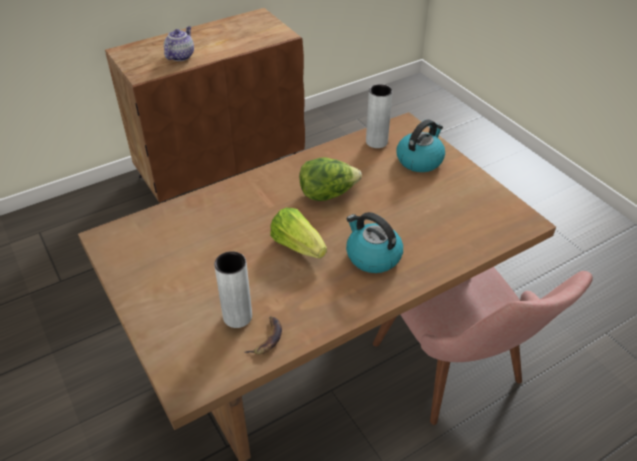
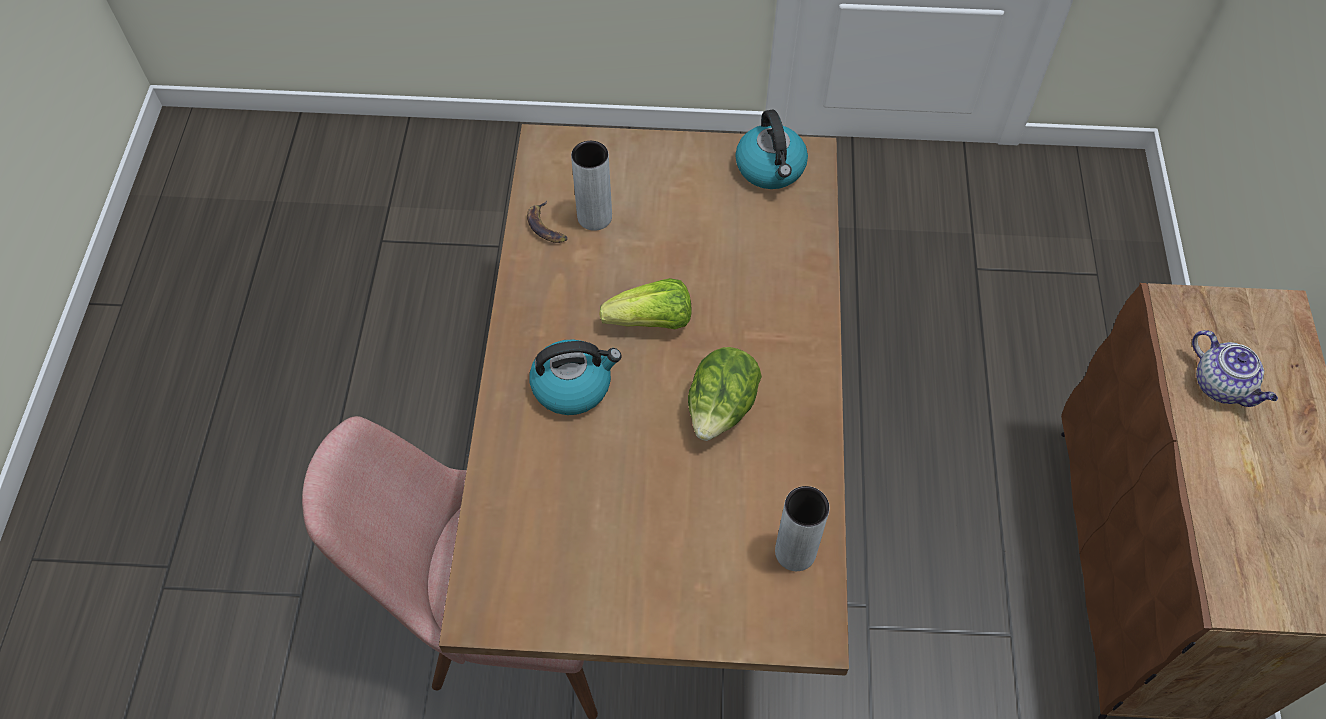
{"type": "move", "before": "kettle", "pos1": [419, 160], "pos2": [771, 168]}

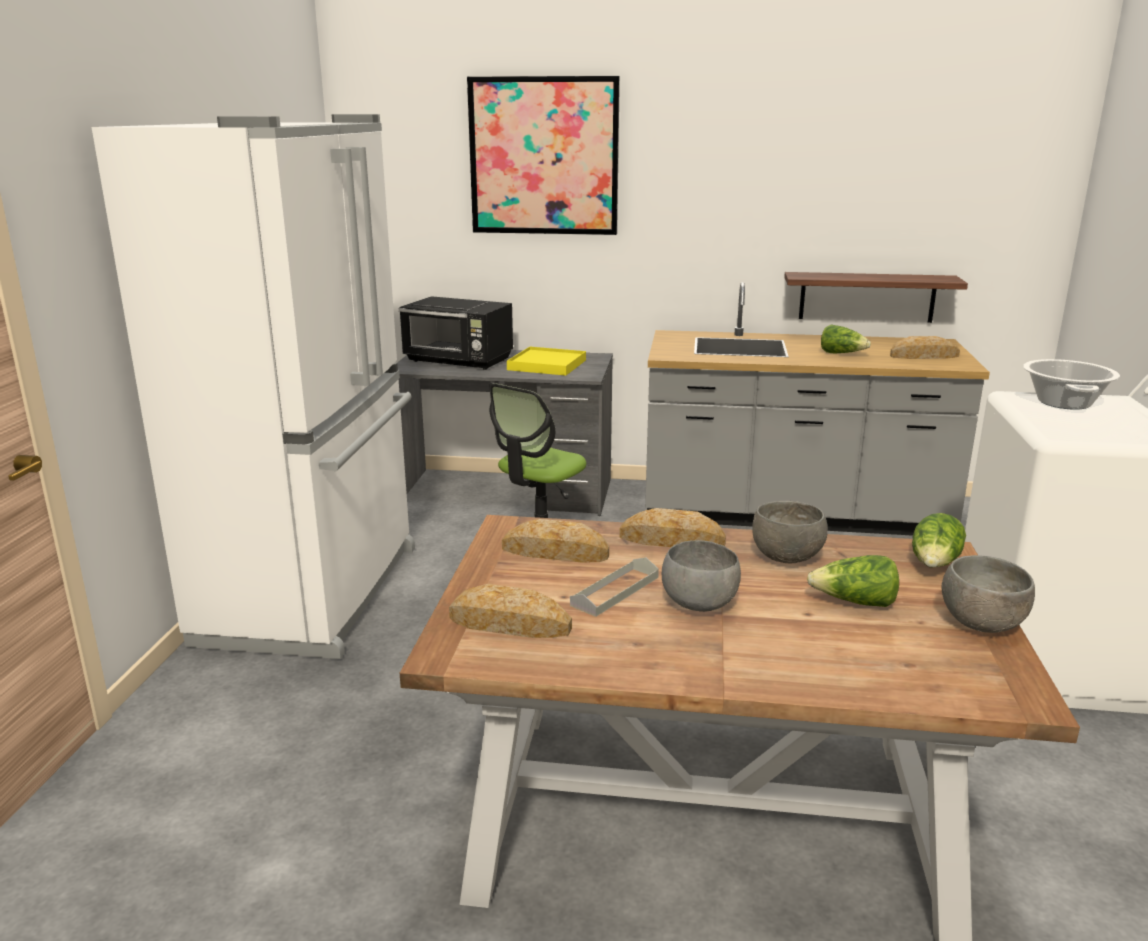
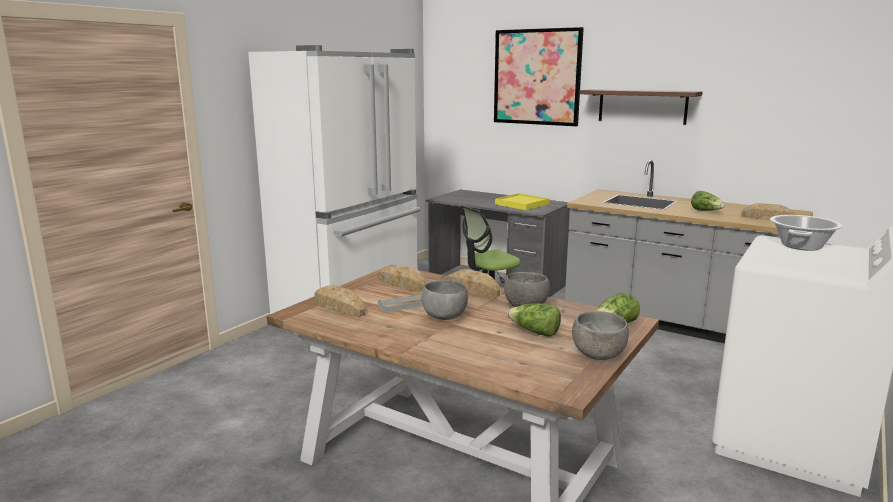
{"type": "delete", "before": "microwave (black)", "pos1": [459, 361]}
{"type": "move", "before": "shelf", "pos1": [867, 297], "pos2": [642, 106]}

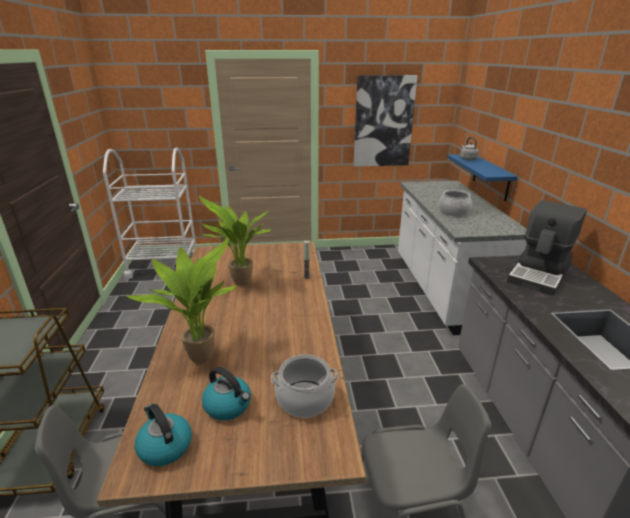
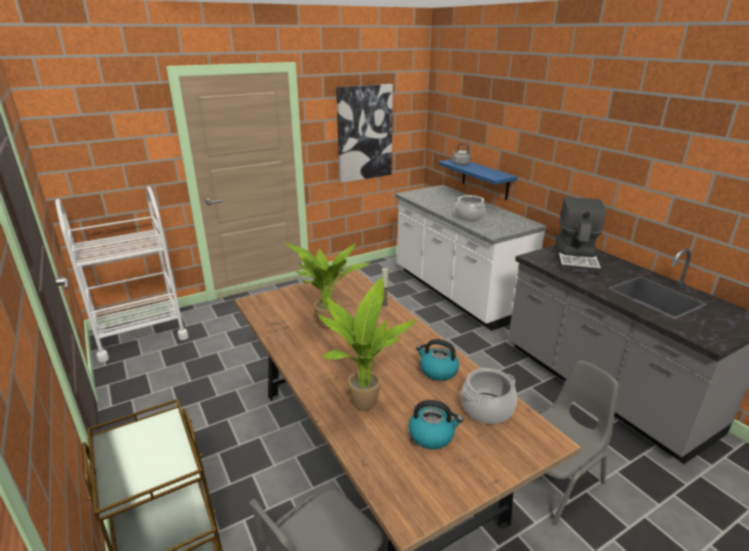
{"type": "move", "before": "kettle", "pos1": [164, 446], "pos2": [437, 371]}

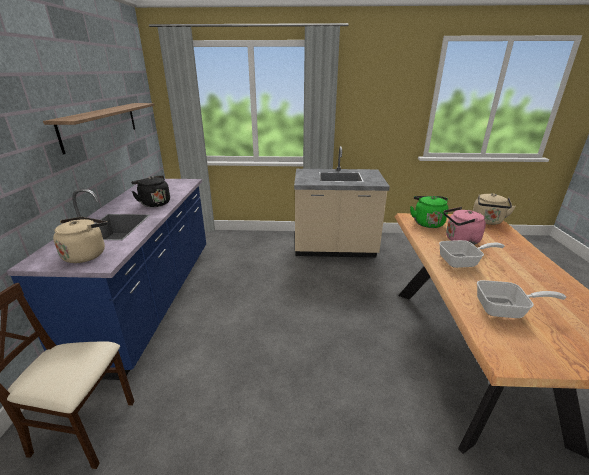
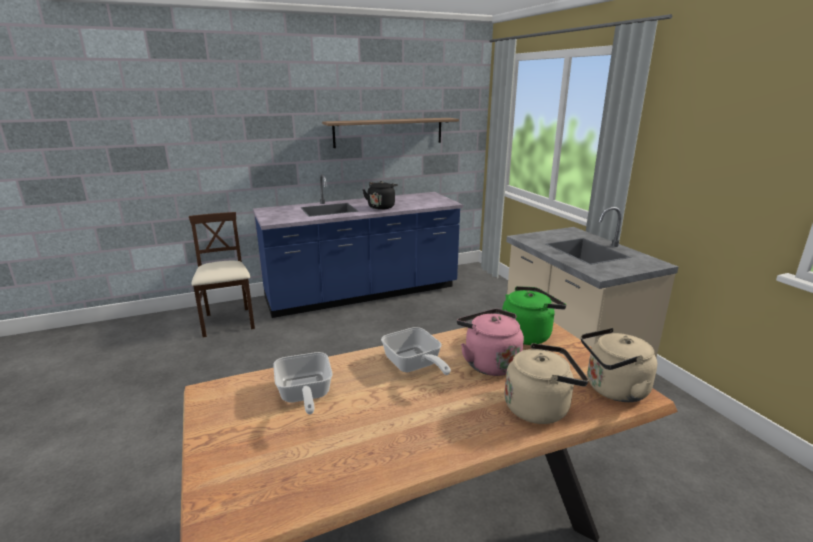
{"type": "move", "before": "kettle (beige)", "pos1": [86, 254], "pos2": [540, 407]}

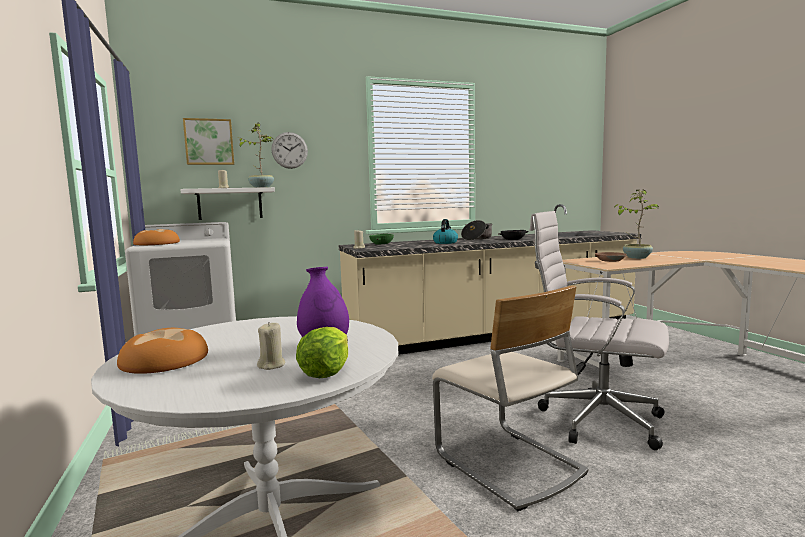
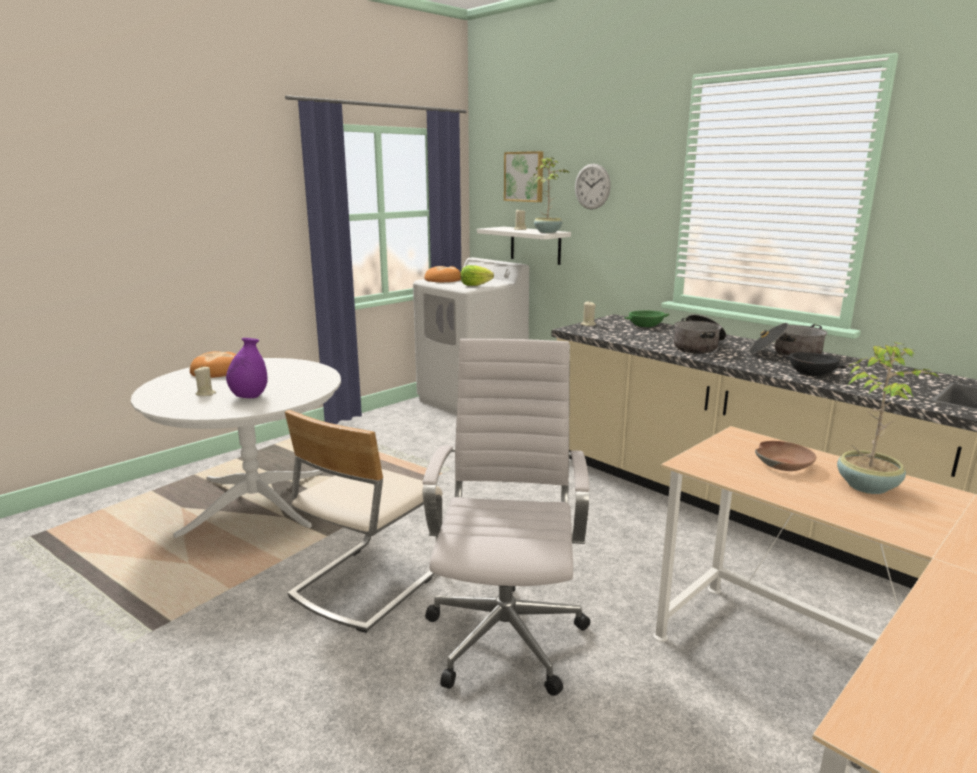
{"type": "move", "before": "lettuce", "pos1": [326, 372], "pos2": [475, 285]}
{"type": "replace", "before": "kettle", "after": "cooking pot", "pos1": [445, 242], "pos2": [698, 346]}

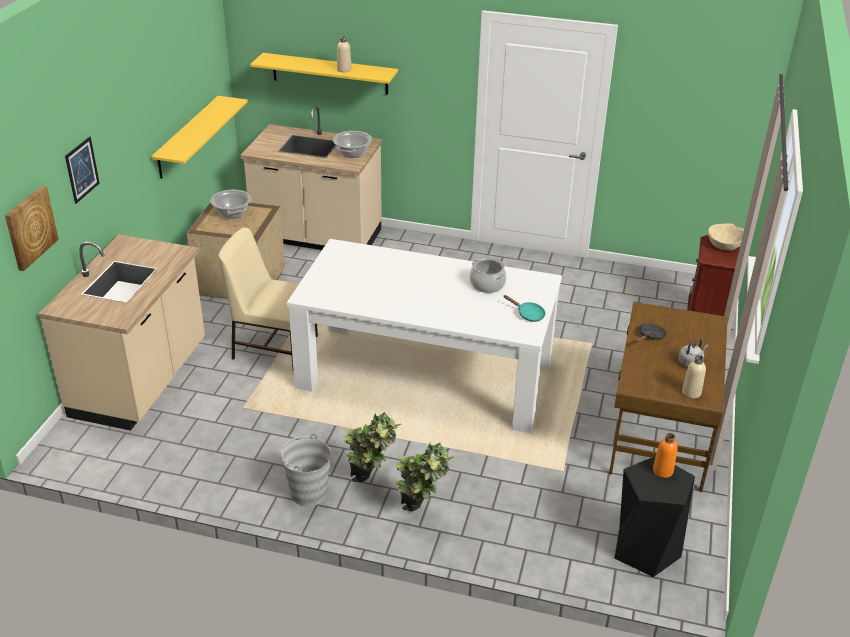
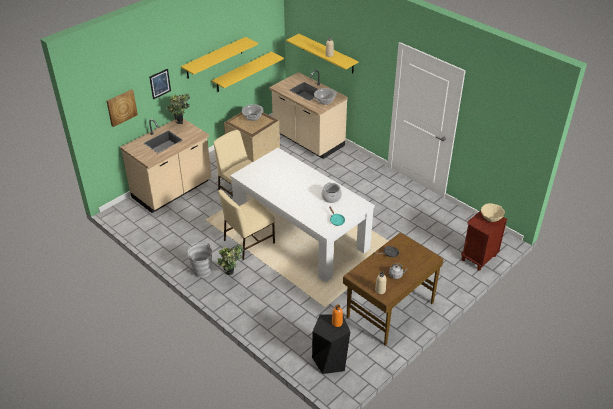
{"type": "insert", "after": "shelf (yellow)", "pos2": [214, 58]}
{"type": "insert", "after": "chair (beige)", "pos2": [248, 242]}
{"type": "move", "before": "potted plant", "pos1": [422, 516], "pos2": [181, 127]}

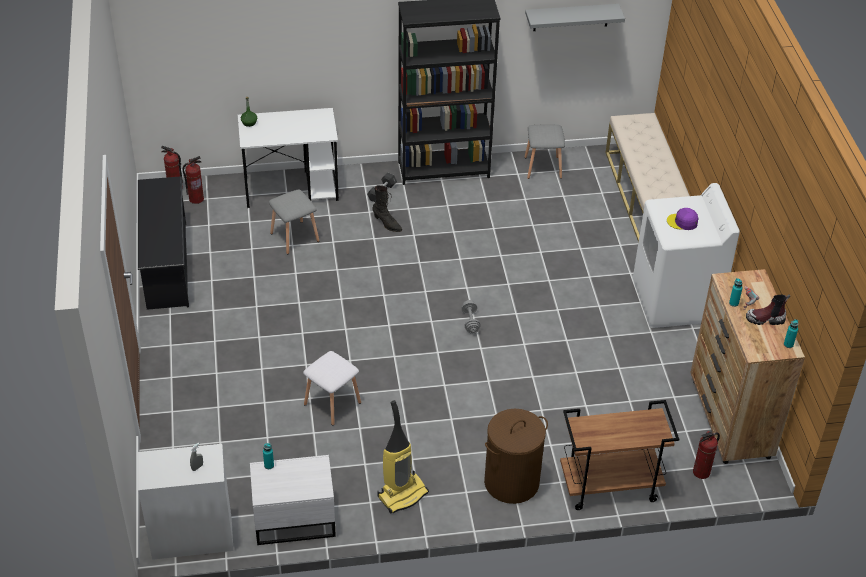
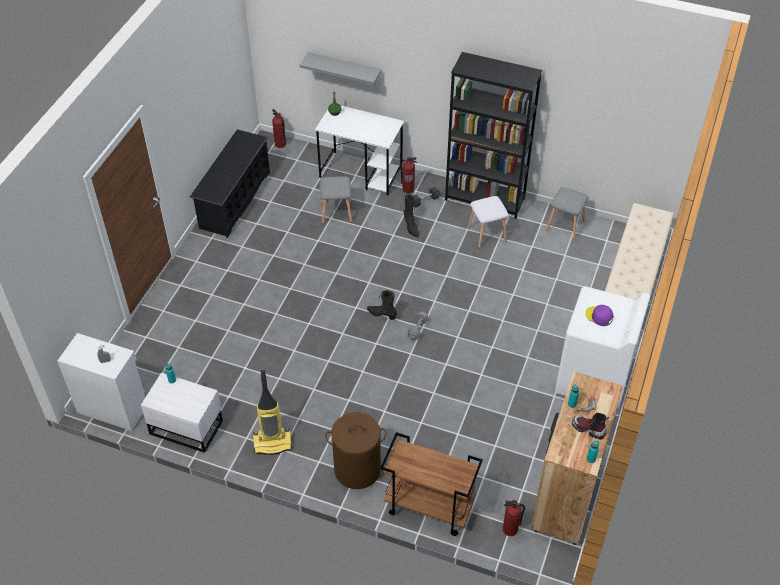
{"type": "insert", "after": "boot (black)", "pos2": [382, 314]}
{"type": "move", "before": "fire extinguisher", "pos1": [196, 199], "pos2": [408, 189]}
{"type": "move", "before": "stool (white)", "pos1": [331, 403], "pos2": [486, 234]}
{"type": "move", "before": "shelf (grey)", "pos1": [571, 17], "pos2": [344, 69]}

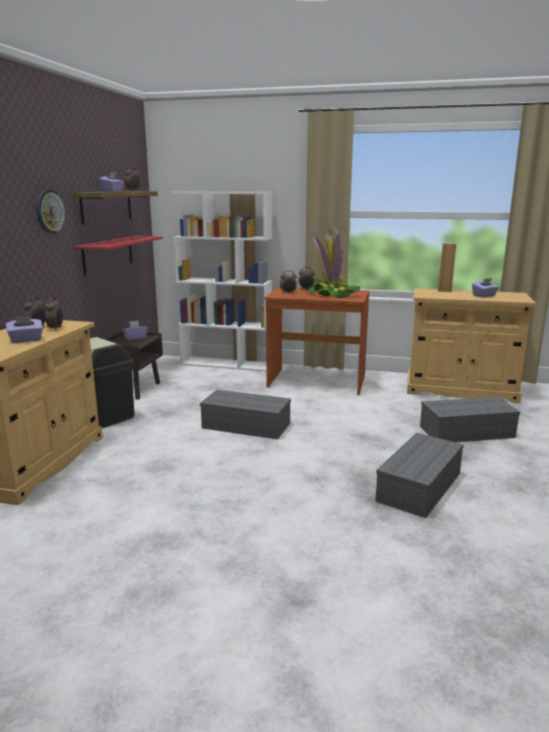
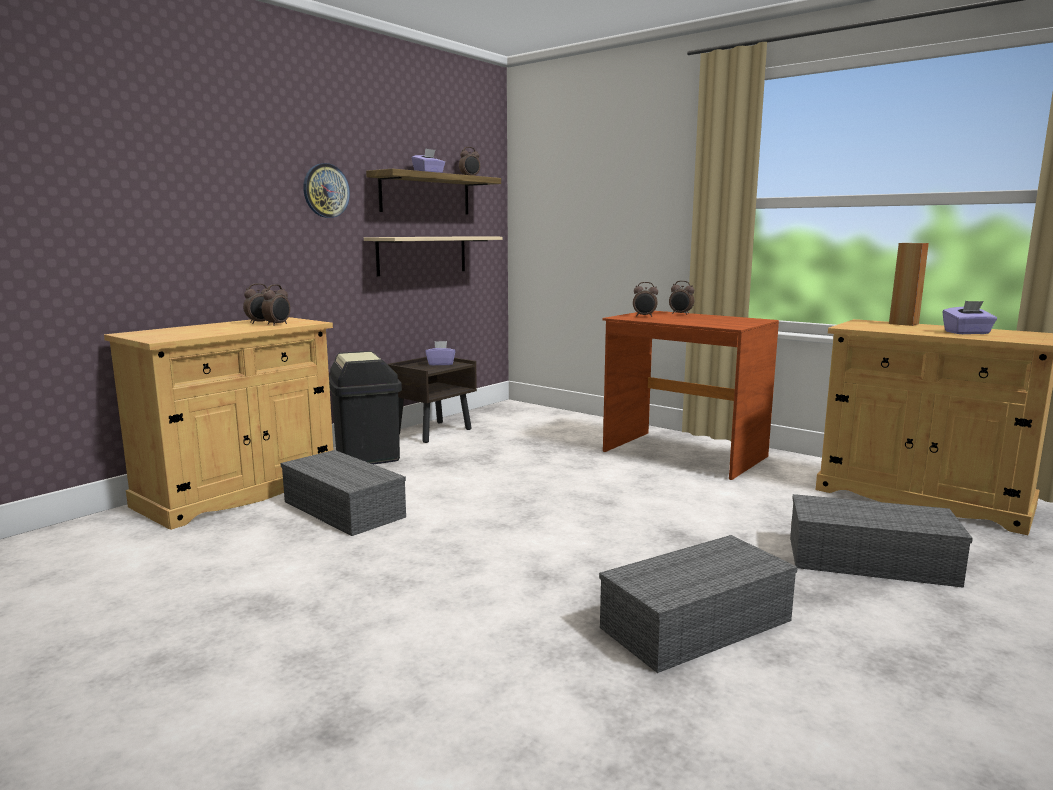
{"type": "delete", "before": "tissue box (purple)", "pos1": [26, 340]}
{"type": "delete", "before": "bookcase (white)", "pos1": [227, 364]}
{"type": "delete", "before": "potted plant", "pos1": [331, 294]}
{"type": "move", "before": "storage box (grey)", "pos1": [247, 425], "pos2": [346, 509]}
{"type": "recolor", "before": "shelf (red)", "after": "shelf (beige)", "pos1": [108, 254], "pos2": [422, 255]}

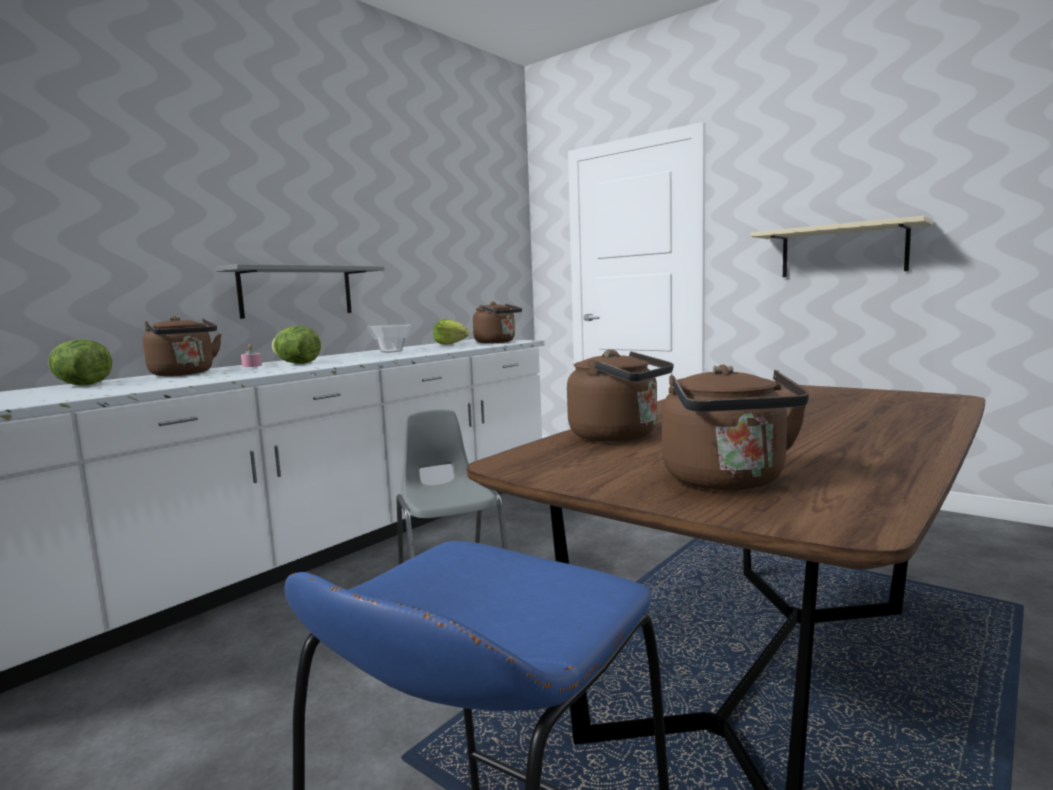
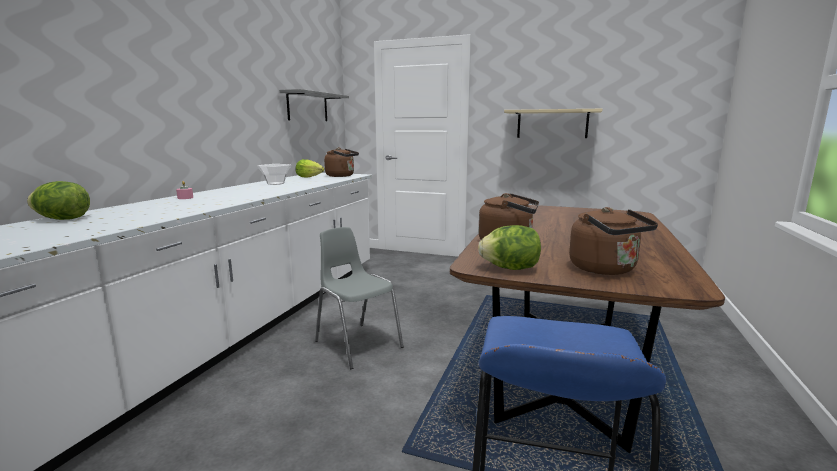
{"type": "delete", "before": "kettle (brown)", "pos1": [184, 374]}
{"type": "move", "before": "shelf (grey)", "pos1": [297, 291], "pos2": [307, 107]}
{"type": "move", "before": "lettuce", "pos1": [297, 363], "pos2": [510, 268]}

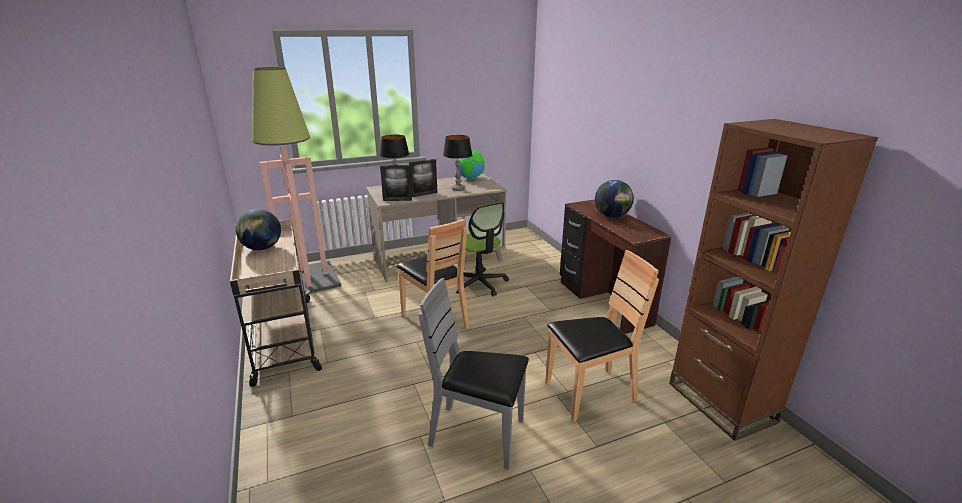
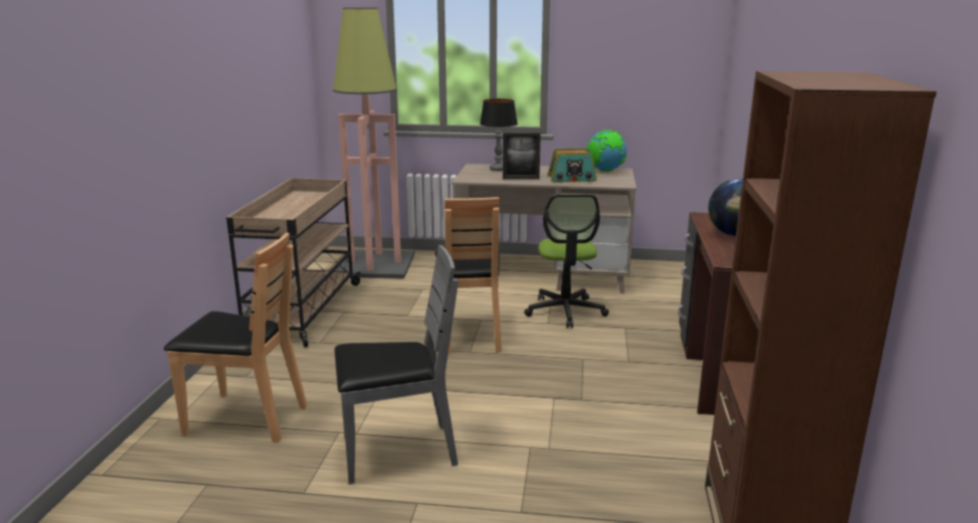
{"type": "delete", "before": "globe", "pos1": [262, 248]}
{"type": "delete", "before": "picture frame", "pos1": [397, 200]}
{"type": "move", "before": "chair (brown)", "pos1": [590, 393], "pos2": [246, 419]}
{"type": "replace", "before": "table lamp", "after": "radio", "pos1": [458, 189], "pos2": [571, 179]}
{"type": "rotate", "before": "chair (grey)", "pos1": [478, 434], "pos2": [397, 452], "turn": 120}

